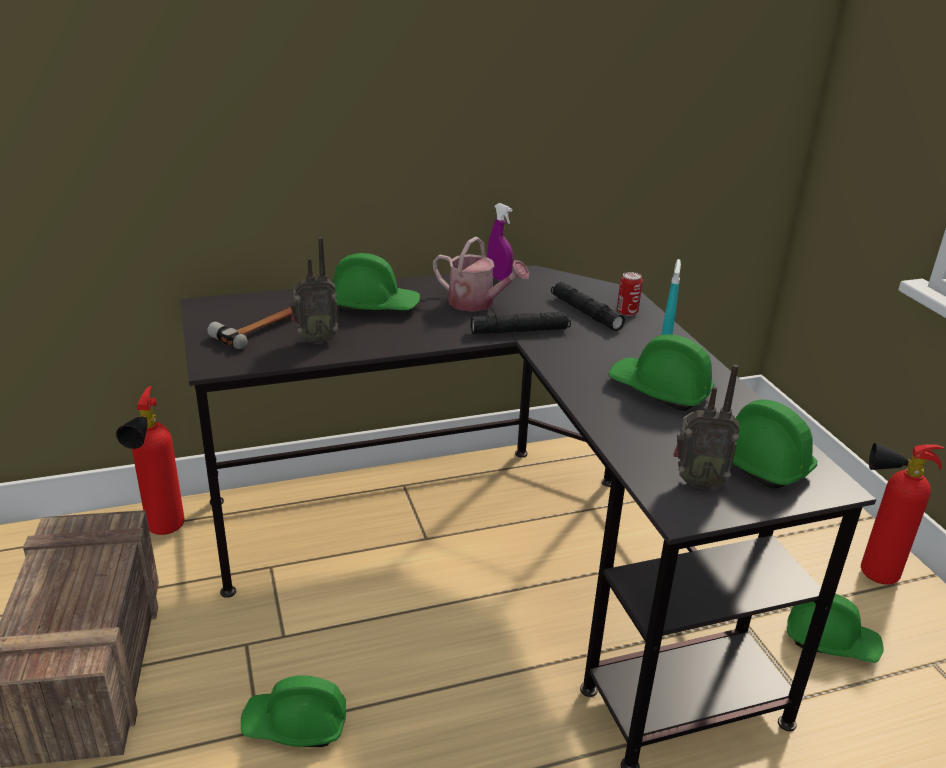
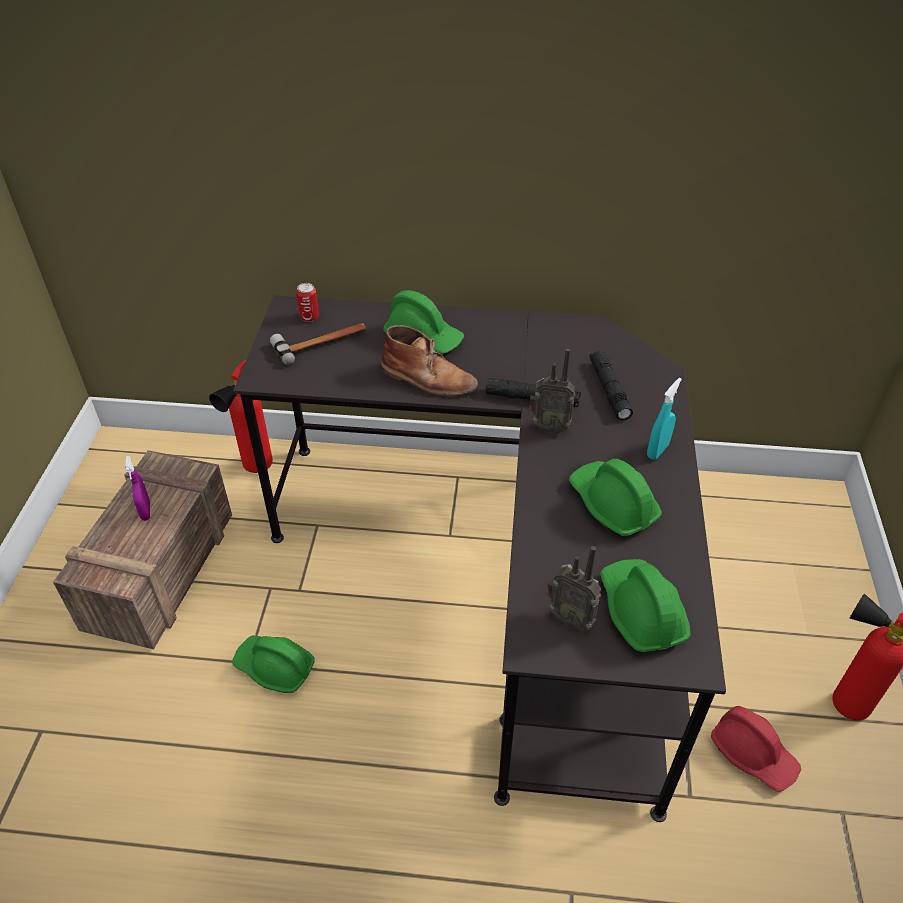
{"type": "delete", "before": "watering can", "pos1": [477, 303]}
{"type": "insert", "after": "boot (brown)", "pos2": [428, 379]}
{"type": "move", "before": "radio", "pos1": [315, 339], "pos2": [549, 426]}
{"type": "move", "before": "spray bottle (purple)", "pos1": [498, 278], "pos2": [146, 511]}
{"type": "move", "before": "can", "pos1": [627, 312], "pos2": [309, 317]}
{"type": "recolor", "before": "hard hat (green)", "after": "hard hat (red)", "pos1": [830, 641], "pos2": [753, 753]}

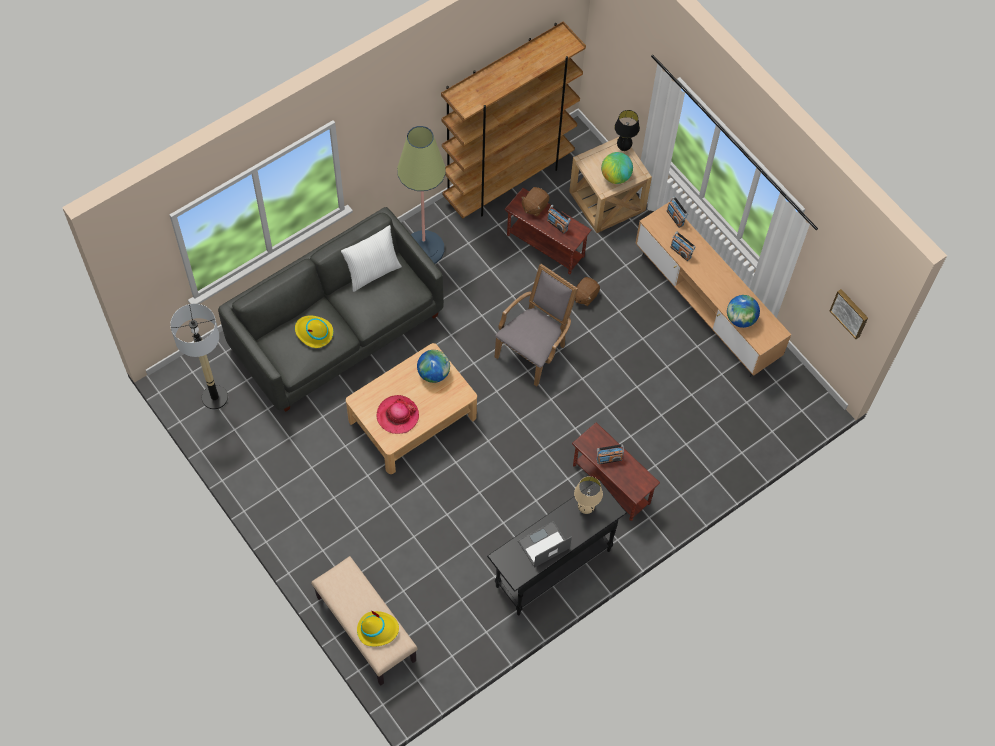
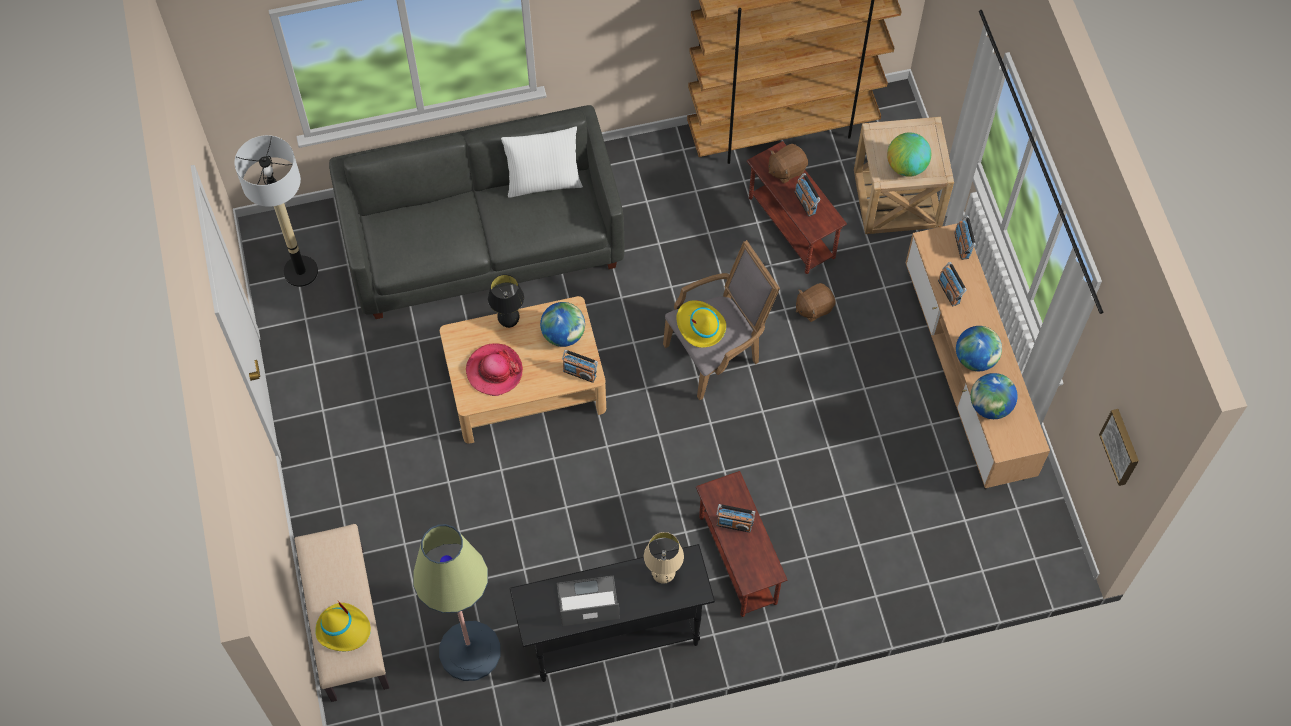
{"type": "insert", "after": "radio", "pos2": [580, 373]}
{"type": "insert", "after": "globe", "pos2": [975, 358]}
{"type": "move", "before": "hat (yellow)", "pos1": [314, 333], "pos2": [700, 326]}
{"type": "move", "before": "floor lamp", "pos1": [424, 249], "pos2": [470, 651]}
{"type": "move", "before": "table lamp (black)", "pos1": [623, 148], "pos2": [509, 322]}

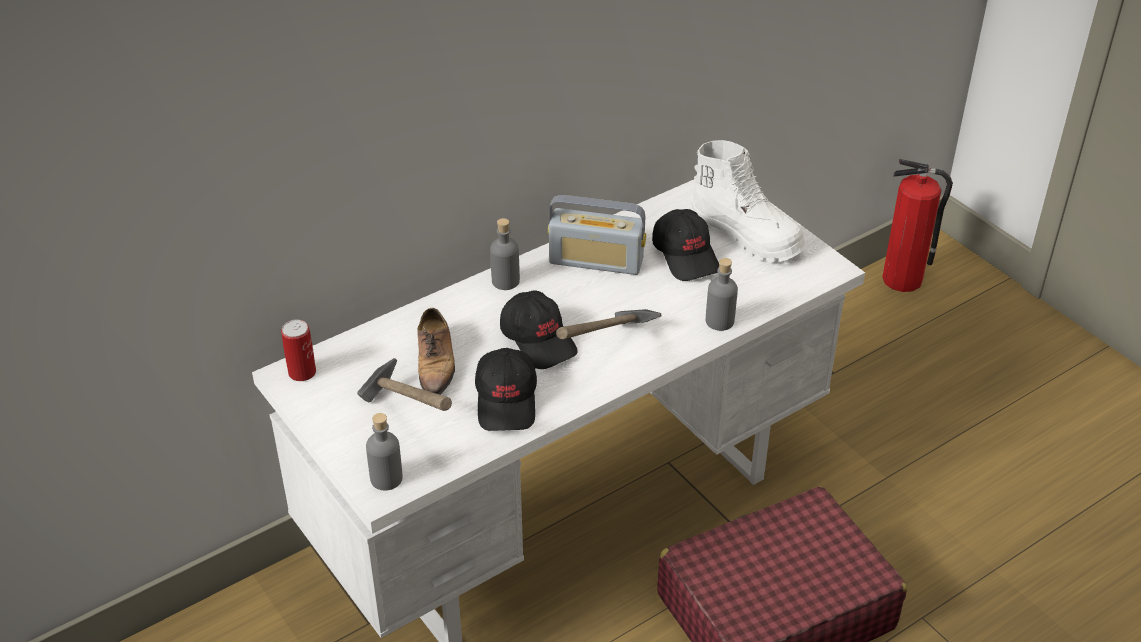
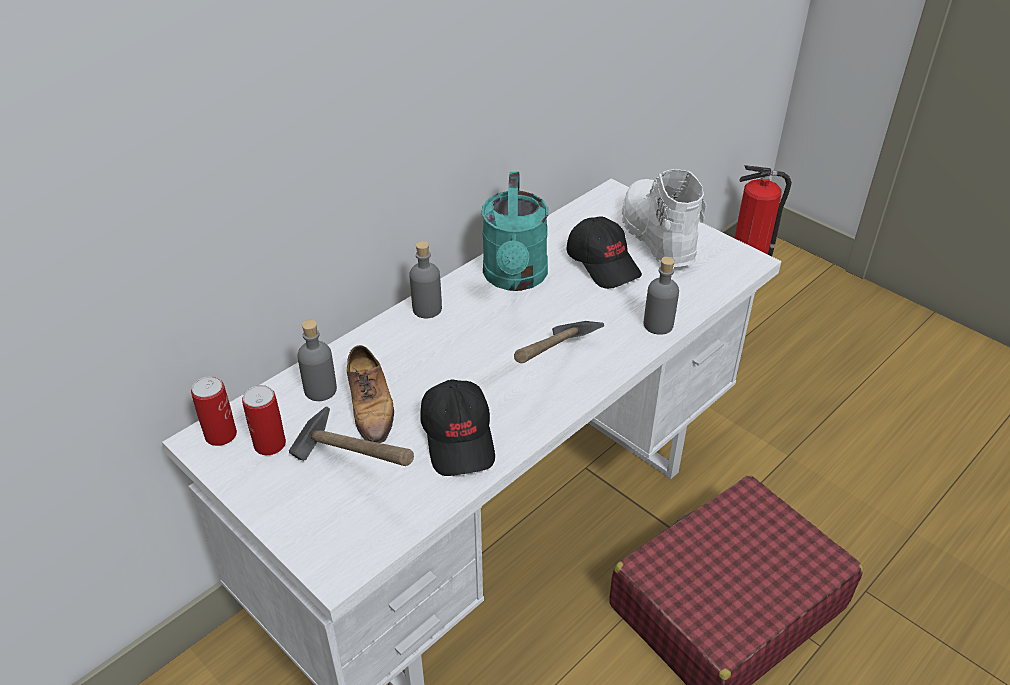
{"type": "delete", "before": "cap (black)", "pos1": [539, 340]}
{"type": "insert", "after": "can", "pos2": [270, 444]}
{"type": "move", "before": "bottle (grey)", "pos1": [386, 478], "pos2": [320, 390]}
{"type": "replace", "before": "radio", "after": "watering can (turquoise)", "pos1": [596, 261], "pos2": [515, 278]}
{"type": "rotate", "before": "boot (white)", "pos1": [747, 234], "pos2": [656, 237], "turn": -135}

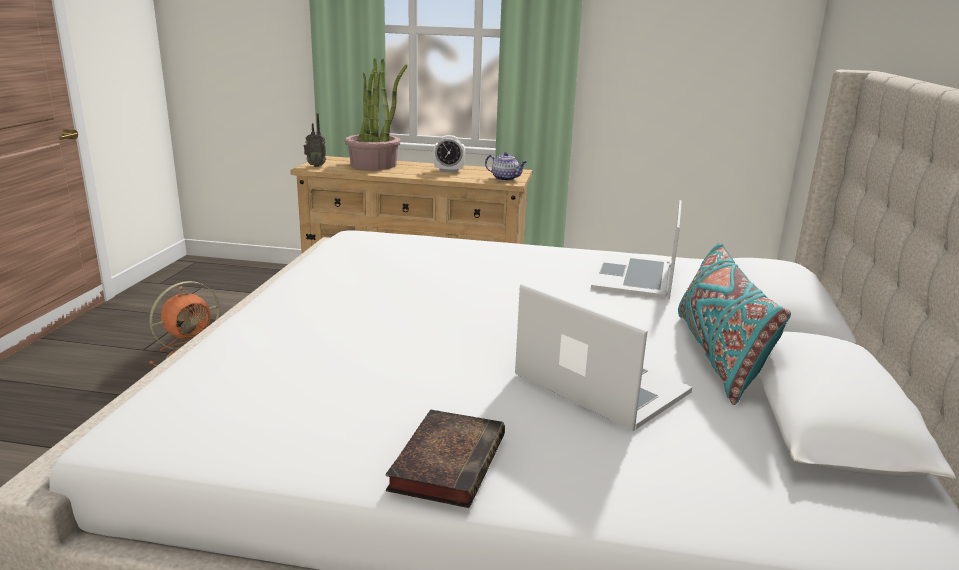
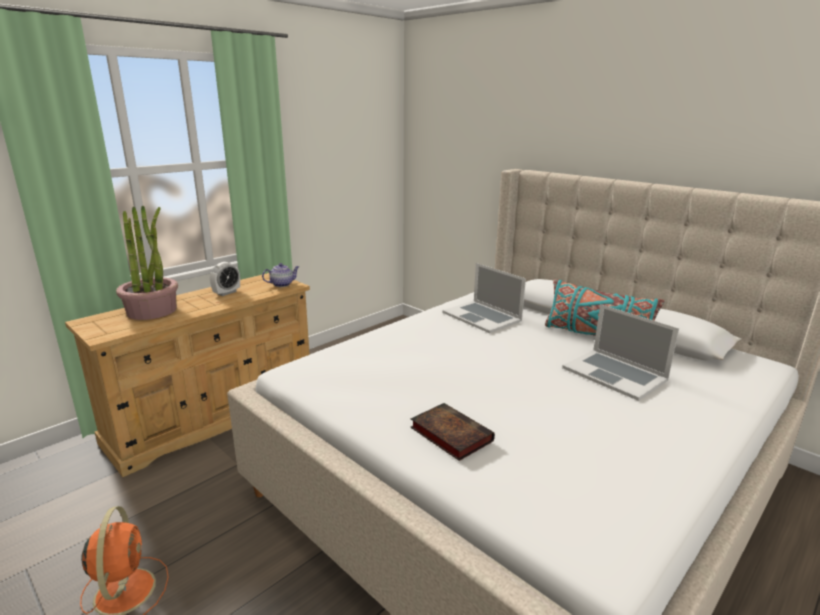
{"type": "delete", "before": "radio", "pos1": [316, 166]}
{"type": "move", "before": "book", "pos1": [448, 461], "pos2": [449, 434]}
{"type": "rotate", "before": "laptop", "pos1": [600, 384], "pos2": [614, 374], "turn": -120}

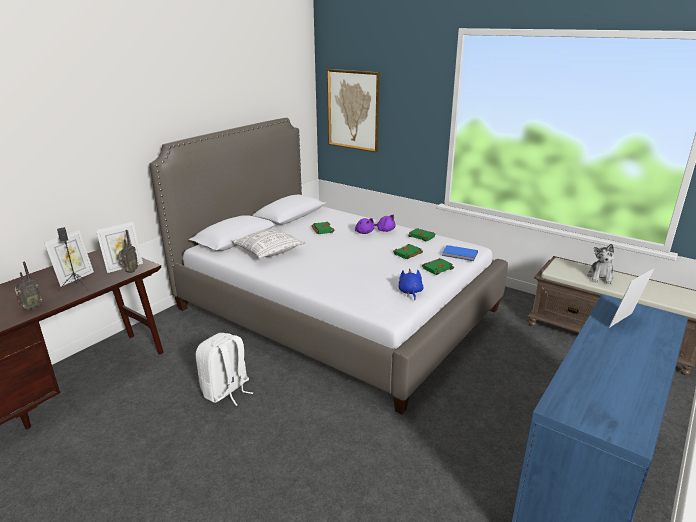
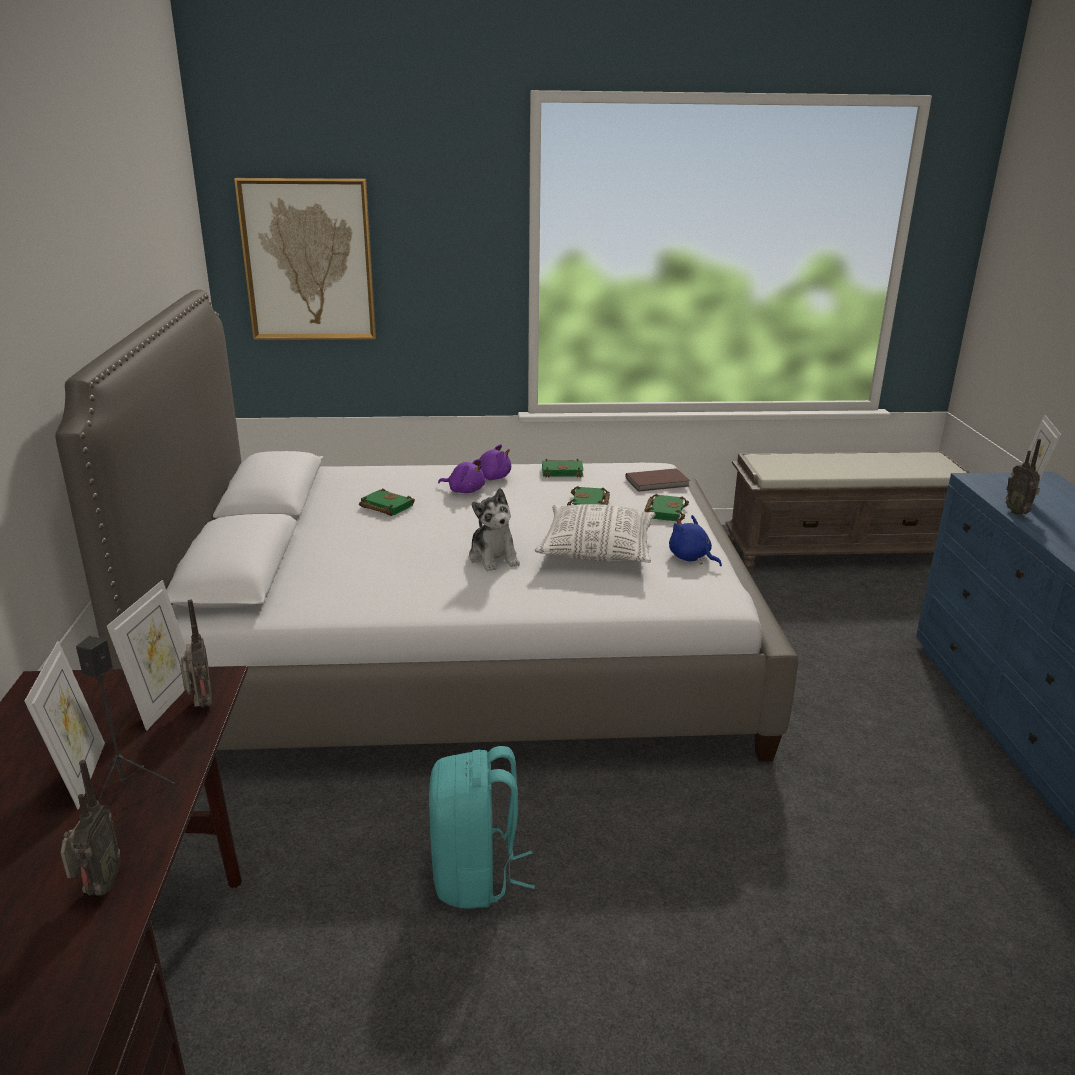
{"type": "insert", "after": "radio", "pos2": [1017, 512]}
{"type": "move", "before": "pillow", "pos1": [269, 251], "pos2": [597, 550]}
{"type": "move", "before": "plush toy", "pos1": [600, 277], "pos2": [493, 557]}
{"type": "recolor", "before": "backpack (white)", "after": "backpack (turquoise)", "pos1": [226, 391], "pos2": [476, 876]}
{"type": "recolor", "before": "book (blue)", "after": "book (brown)", "pos1": [460, 254], "pos2": [658, 483]}

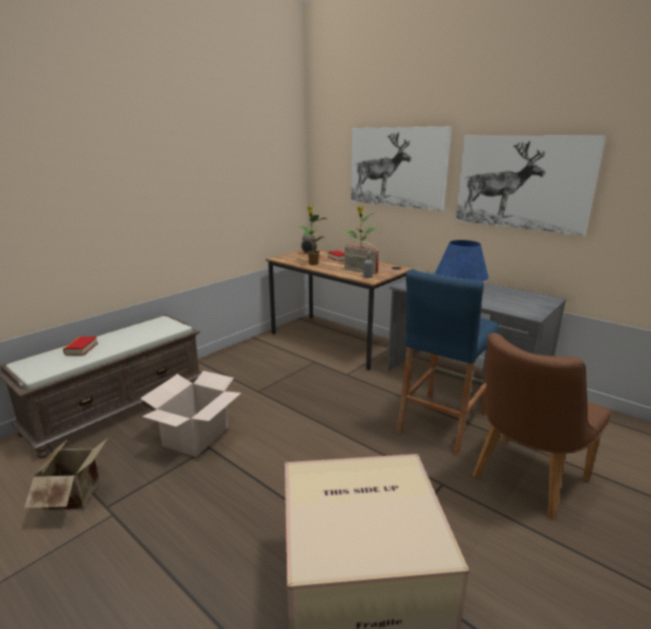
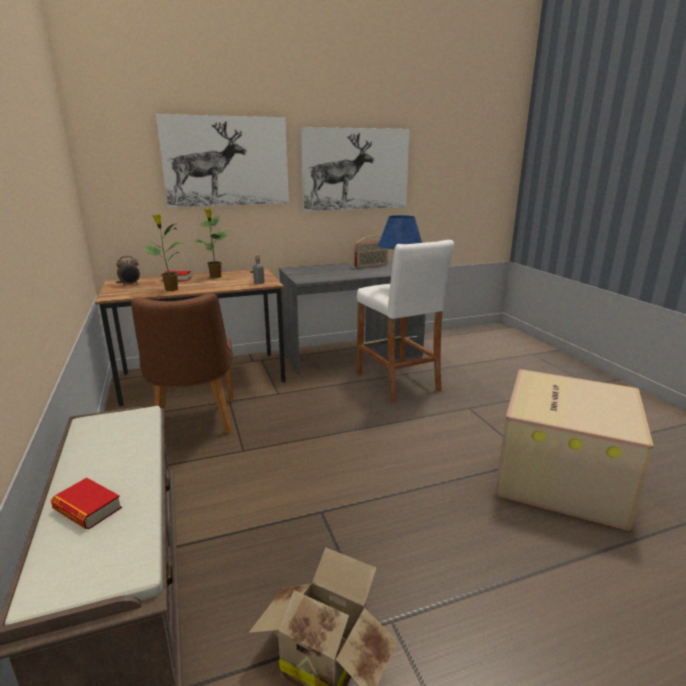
{"type": "delete", "before": "cardboard box", "pos1": [196, 436]}
{"type": "move", "before": "radio", "pos1": [360, 271], "pos2": [371, 266]}
{"type": "move", "before": "chair (brown)", "pos1": [523, 481], "pos2": [194, 425]}
{"type": "recolor", "before": "stool (blue)", "after": "stool (white)", "pos1": [441, 422], "pos2": [397, 381]}

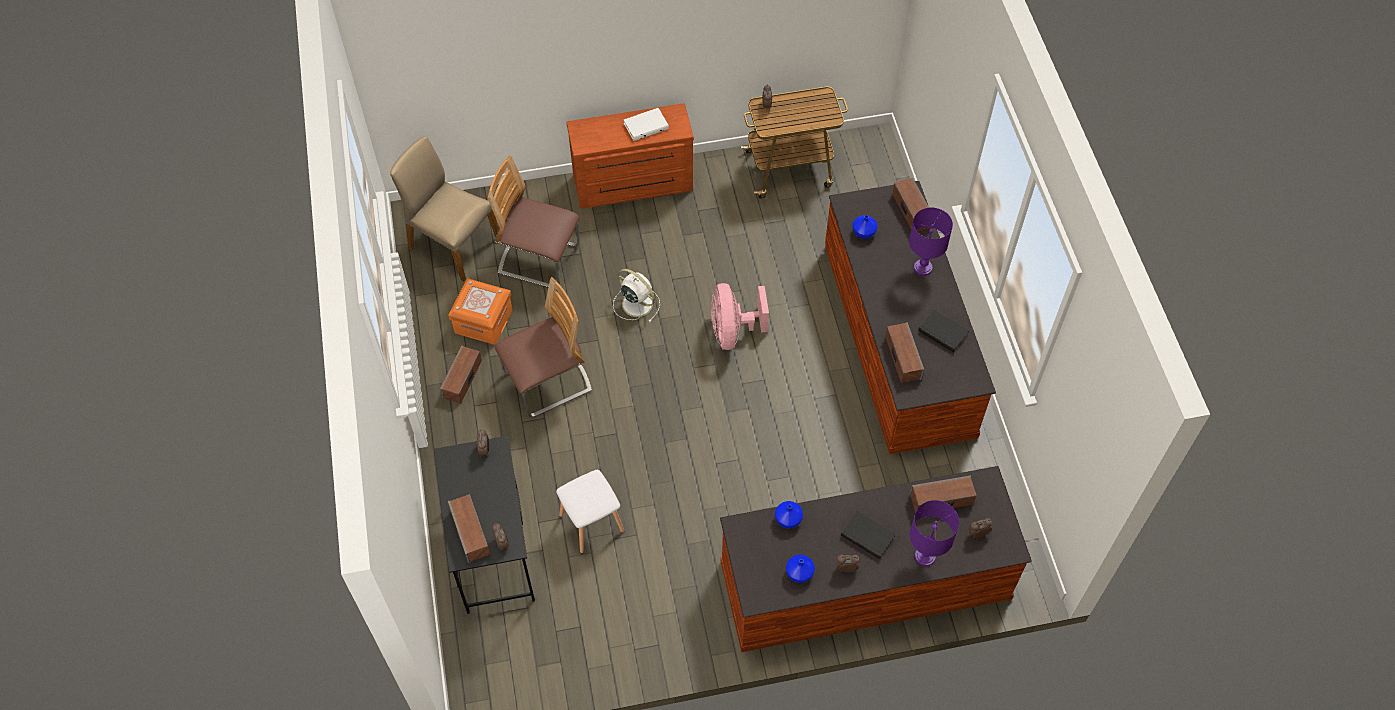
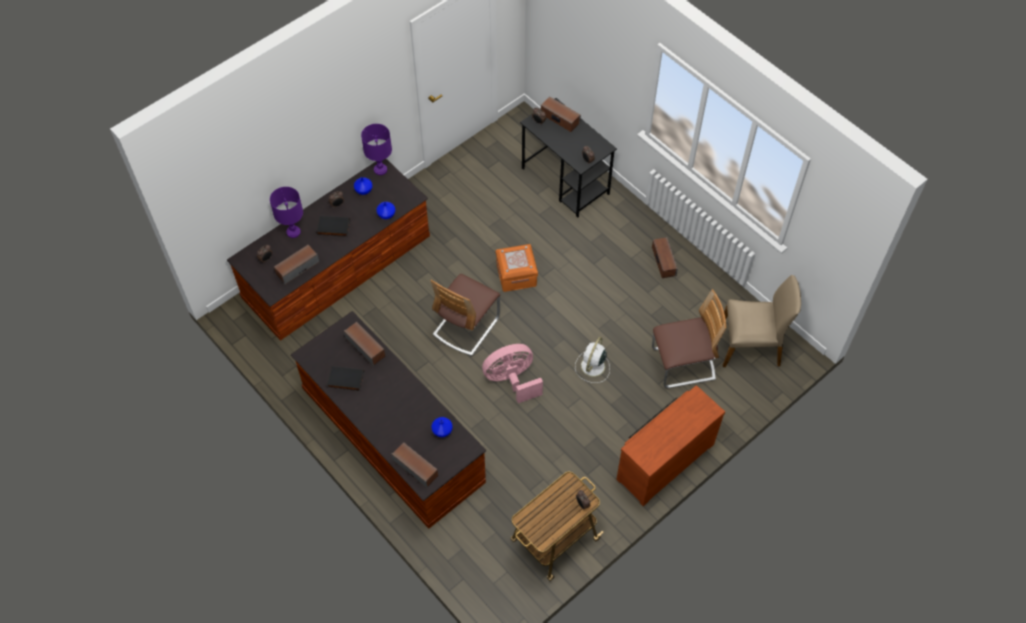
{"type": "delete", "before": "stool (white)", "pos1": [592, 523]}
{"type": "delete", "before": "book (white)", "pos1": [646, 125]}
{"type": "move", "before": "storage box (orange)", "pos1": [483, 321], "pos2": [516, 275]}
{"type": "move", "before": "chair", "pos1": [547, 382], "pos2": [466, 326]}
{"type": "move", "before": "table lamp (purple)", "pos1": [922, 268], "pos2": [380, 169]}
{"type": "rotate", "before": "fan (white)", "pos1": [636, 303], "pos2": [592, 367], "turn": 105}
{"type": "rotate", "before": "fan (pink)", "pos1": [733, 331], "pos2": [512, 380], "turn": -75}

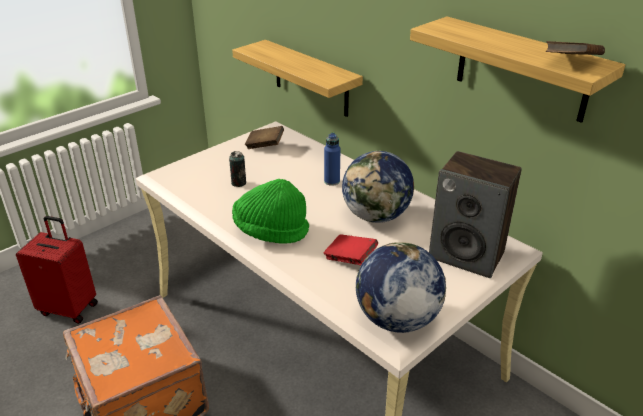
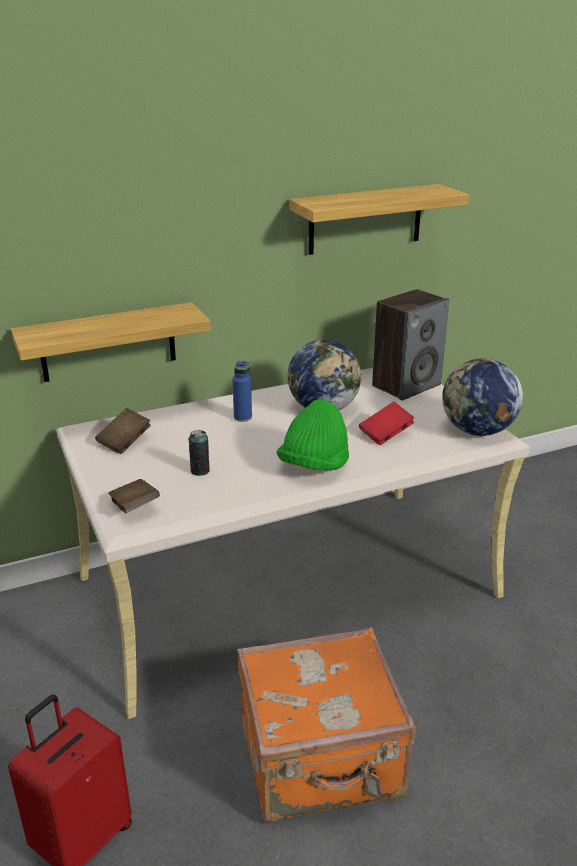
{"type": "move", "before": "book (brown)", "pos1": [571, 63], "pos2": [134, 507]}

